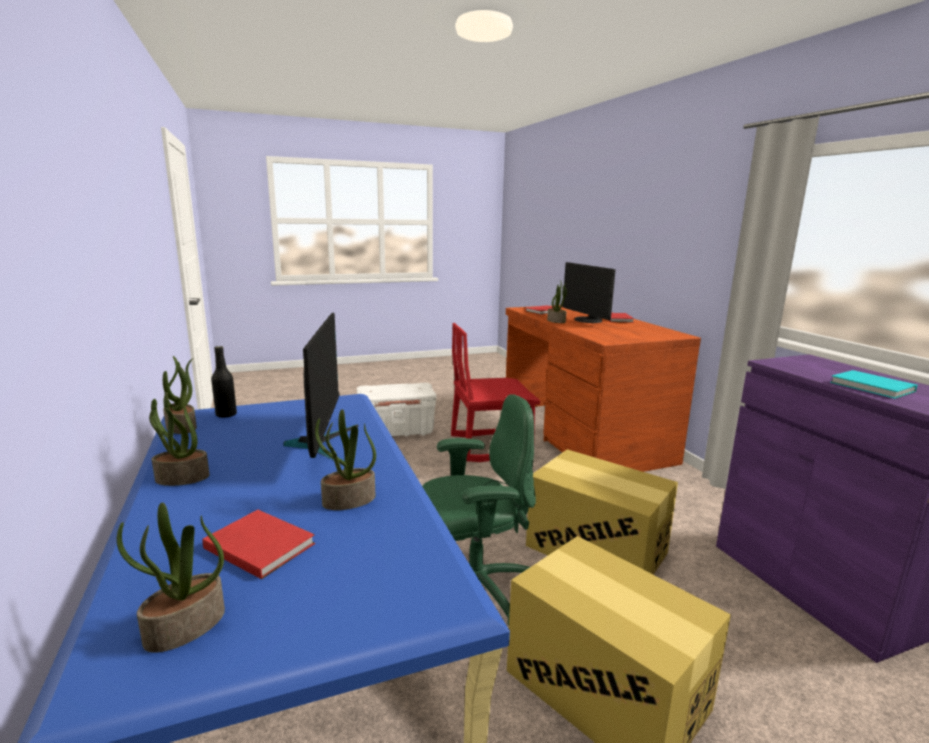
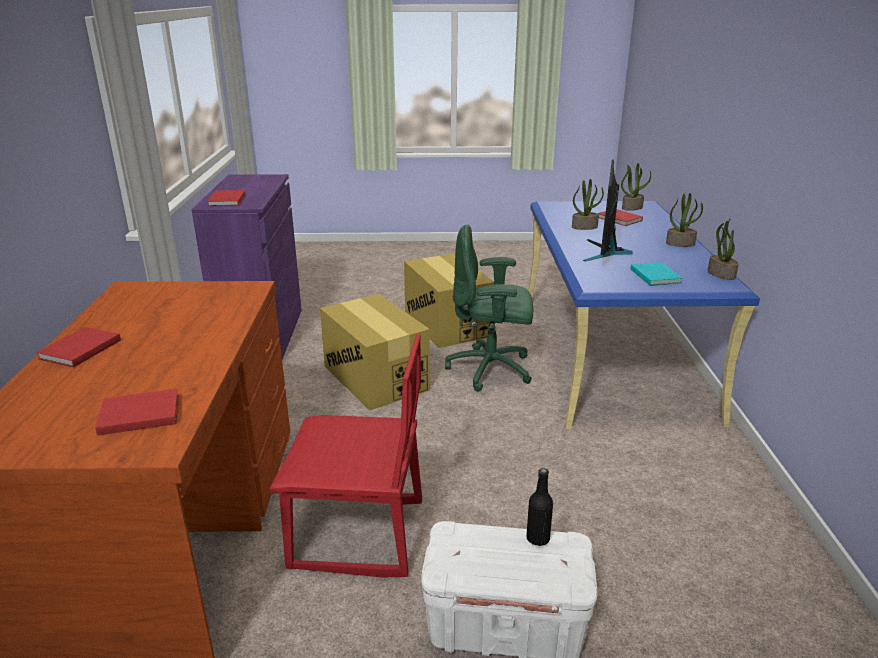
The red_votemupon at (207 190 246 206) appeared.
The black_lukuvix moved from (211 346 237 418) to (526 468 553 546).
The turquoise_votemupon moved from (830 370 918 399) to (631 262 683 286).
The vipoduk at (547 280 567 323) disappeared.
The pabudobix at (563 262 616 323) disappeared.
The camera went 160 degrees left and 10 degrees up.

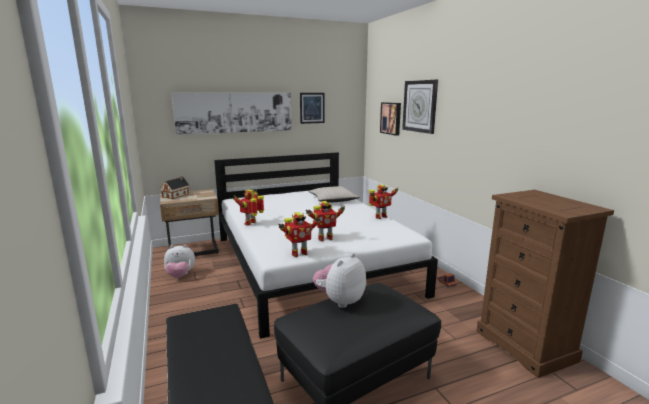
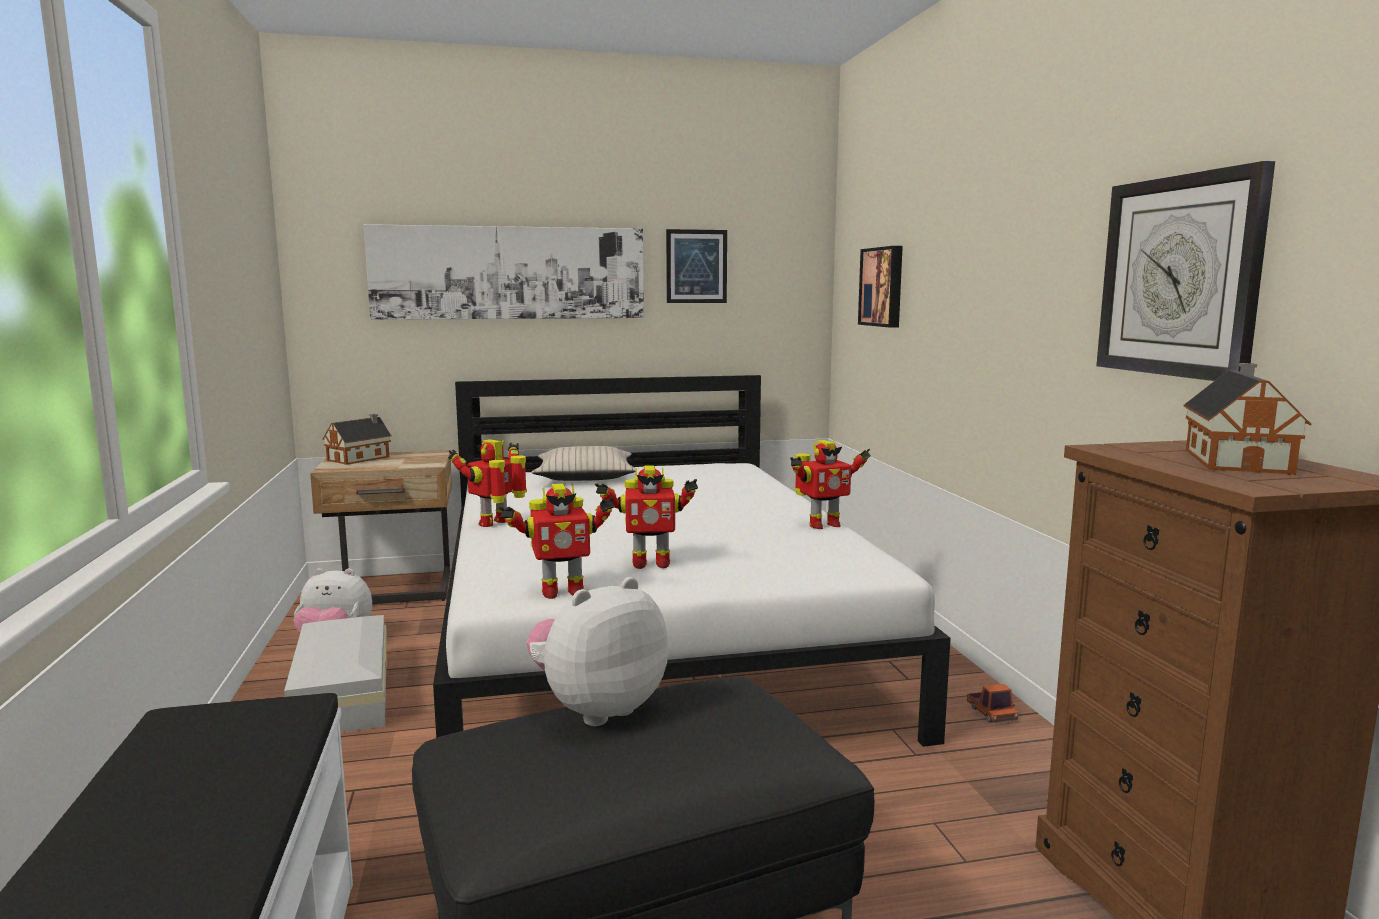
The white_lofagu at (284 615 387 733) appeared.
The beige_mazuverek moved from (309 186 360 203) to (532 446 636 481).
The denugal moved from (402 80 438 134) to (1096 161 1275 381).
The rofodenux at (1183 363 1311 475) appeared.
The camera went 10 degrees right and 5 degrees down.

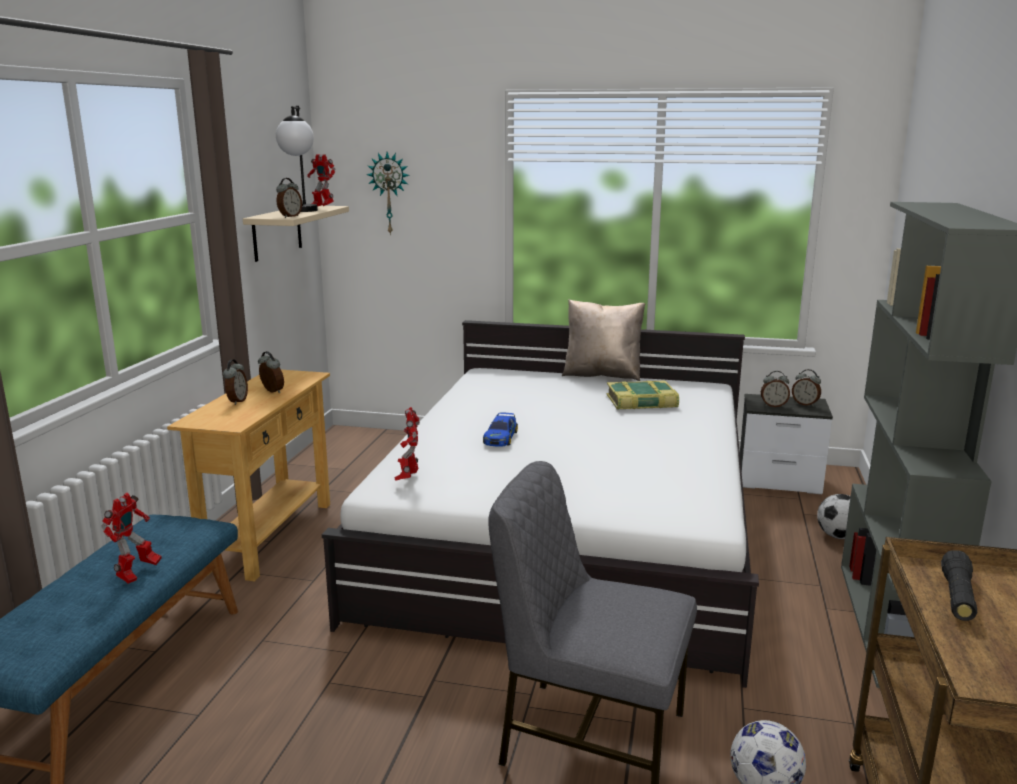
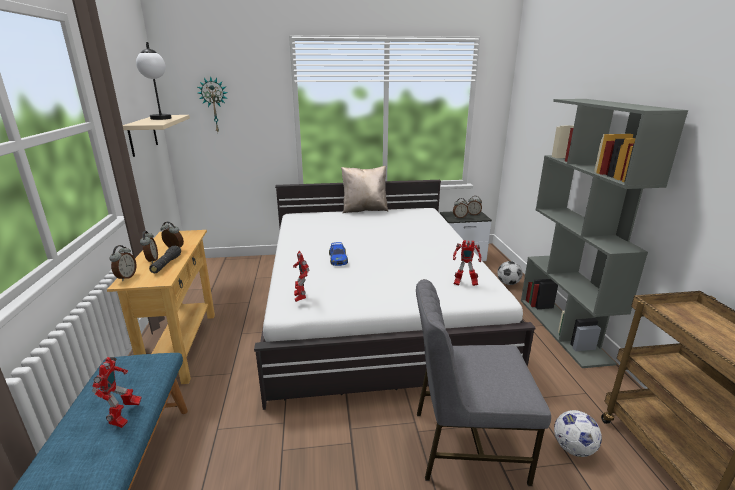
The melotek moved from (276 178 302 218) to (110 245 136 281).
The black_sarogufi moved from (941 550 977 621) to (149 246 181 273).
The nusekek moved from (307 154 336 207) to (453 240 481 286).
The votemupon at (606 380 679 409) disappeared.
The camera went 20 degrees left and 5 degrees up.

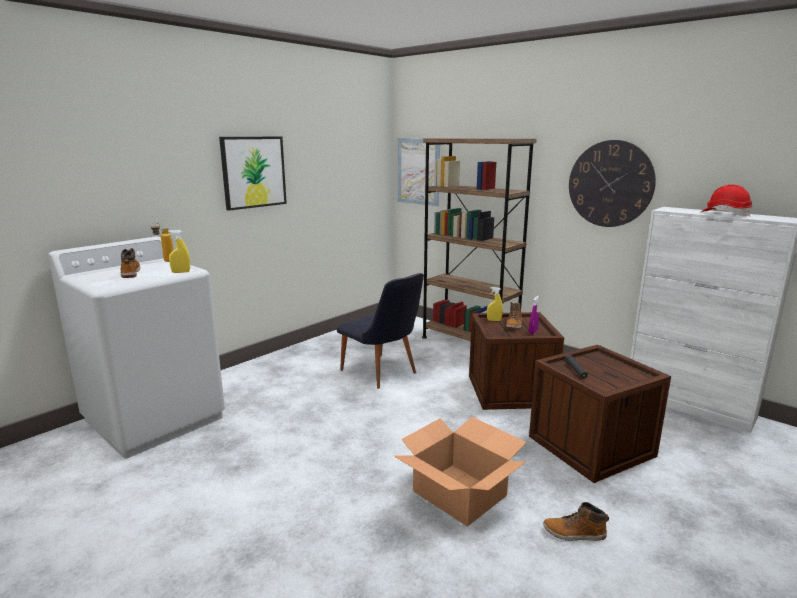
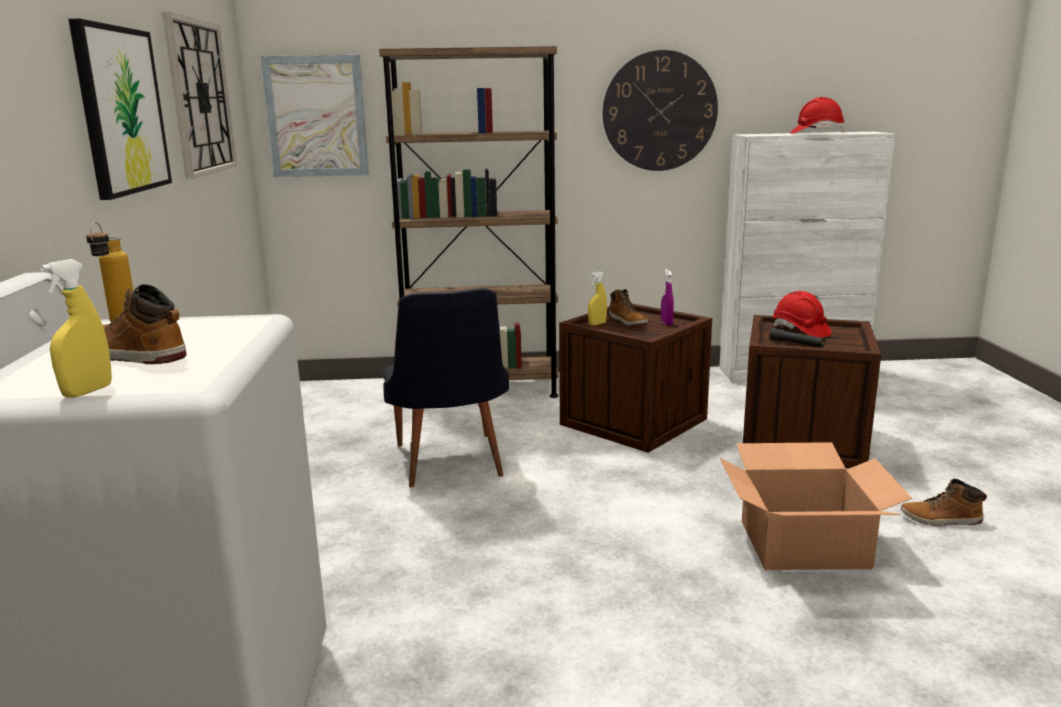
The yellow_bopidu moved from (168 230 190 273) to (40 259 112 398).
The denugal at (162 12 237 179) appeared.
The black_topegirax at (337 273 424 389) turned 75 degrees clockwise.
The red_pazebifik at (773 291 832 338) appeared.
The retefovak at (543 502 609 541) turned 45 degrees clockwise.
The camera went 45 degrees left and 0 degrees up.

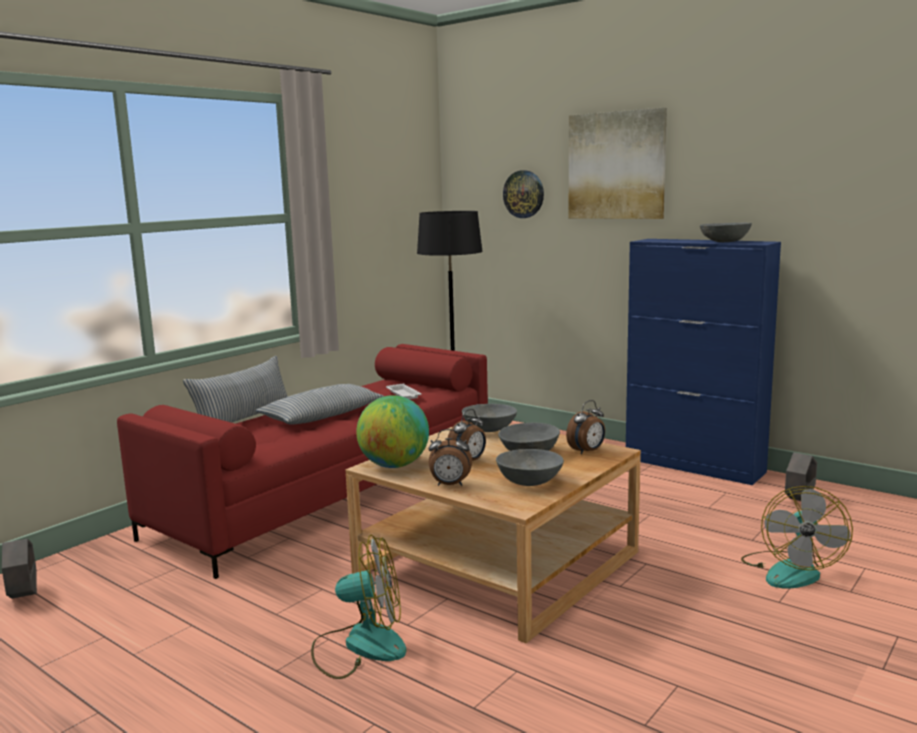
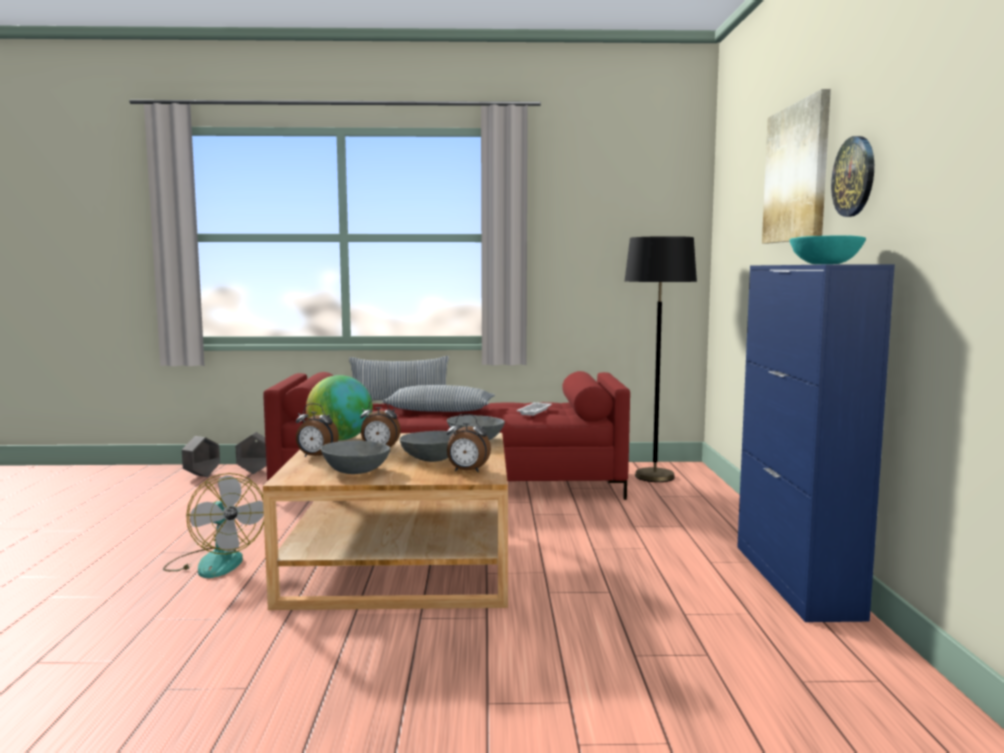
The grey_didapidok moved from (785 452 817 501) to (236 432 266 474).
The melotek at (429 429 472 486) turned 45 degrees counterclockwise.
The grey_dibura at (700 223 752 242) became the turquoise_dibura at (789 235 866 264).
The denugal moved from (503 170 544 218) to (831 136 874 217).
The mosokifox at (741 486 853 589) disappeared.
The camera went 50 degrees right and 5 degrees down.

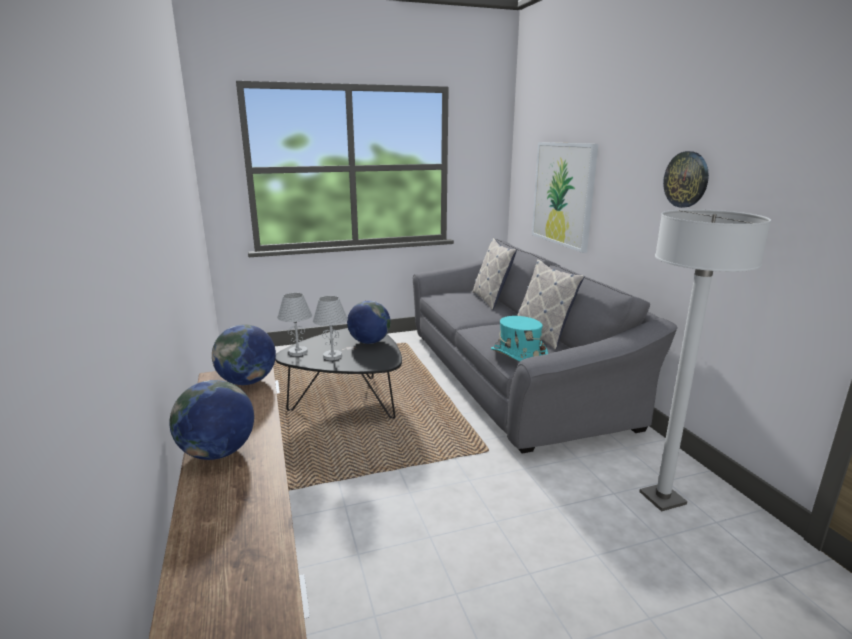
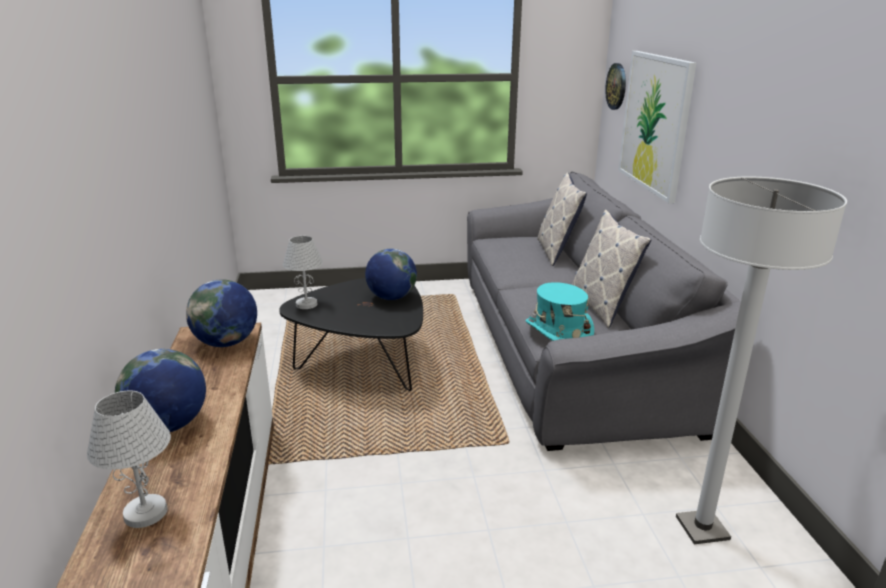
The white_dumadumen moved from (313 296 348 360) to (87 390 171 528).
The denugal moved from (663 151 709 208) to (605 63 626 110).
The camera went 10 degrees right and 5 degrees up.

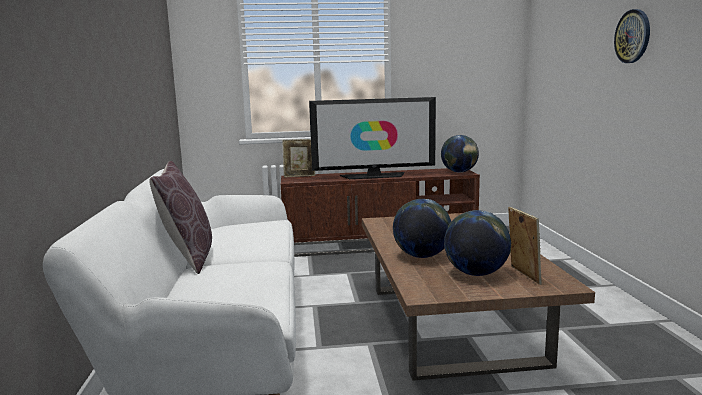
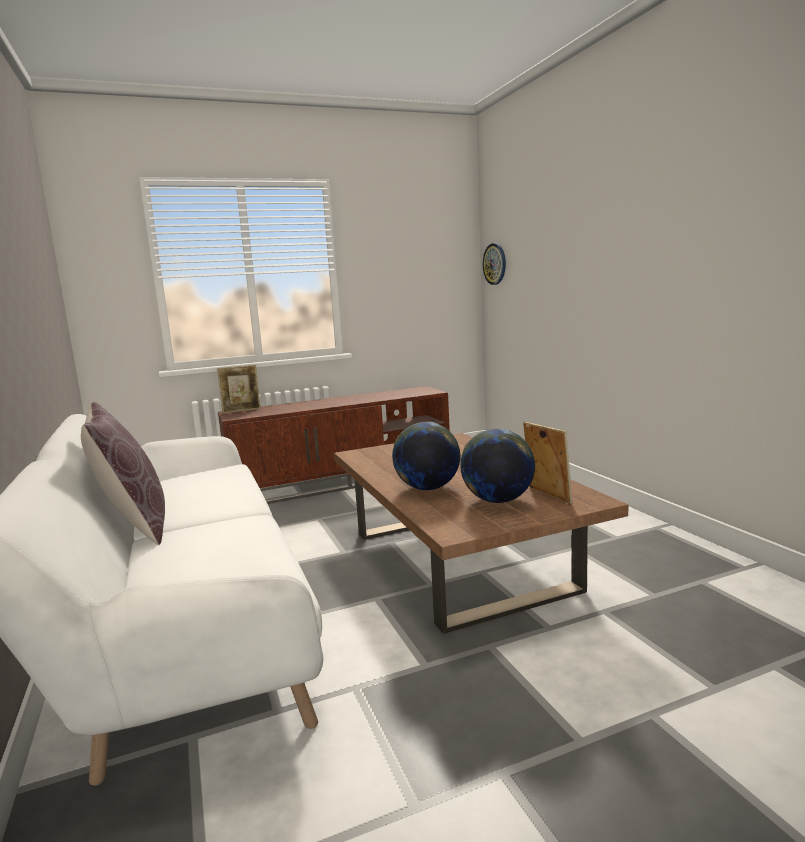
The denugal moved from (614 9 650 63) to (483 243 506 285).
The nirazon at (309 97 436 179) disappeared.
The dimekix at (441 135 479 173) disappeared.
The camera went 15 degrees left and 0 degrees up.

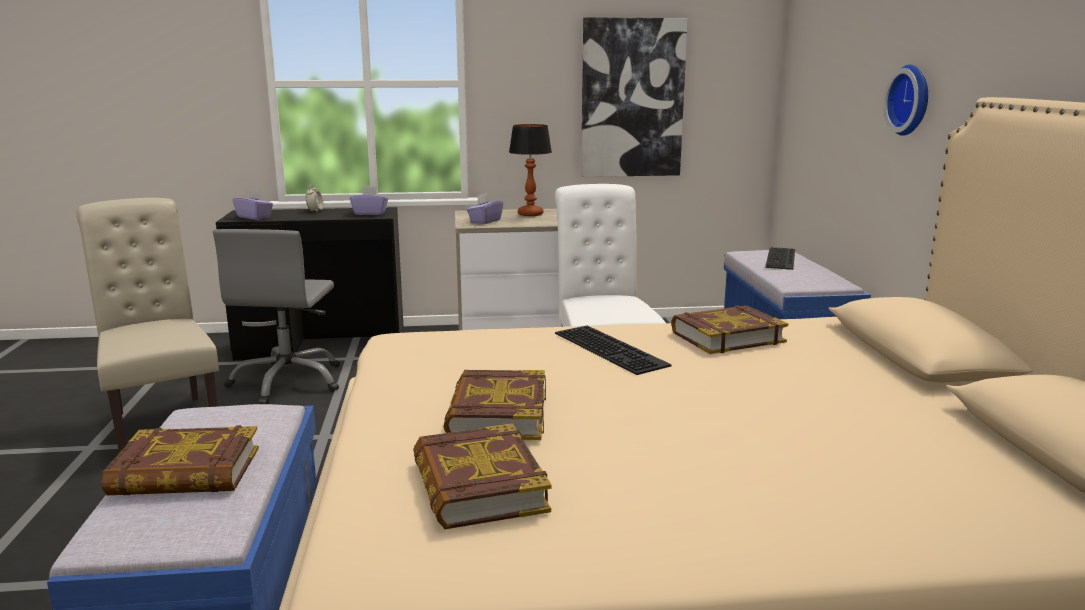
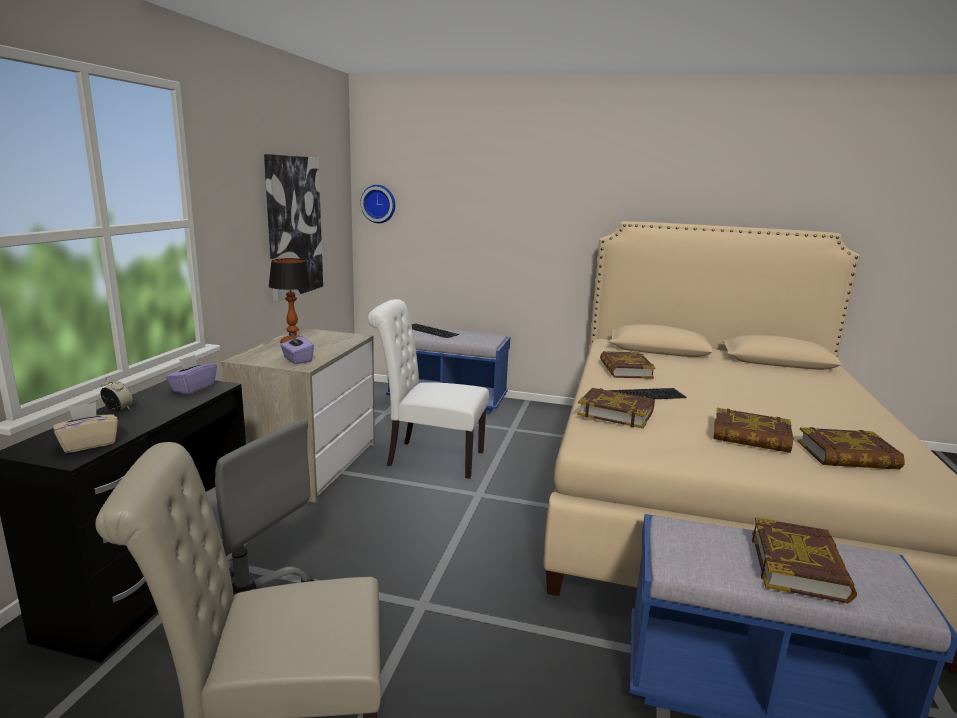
The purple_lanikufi at (233 189 273 220) became the beige_lanikufi at (53 402 118 453).
The denugal moved from (884 65 928 136) to (360 185 395 223).
The votemupon at (577 388 655 429) appeared.
The camera went 70 degrees left and 0 degrees up.

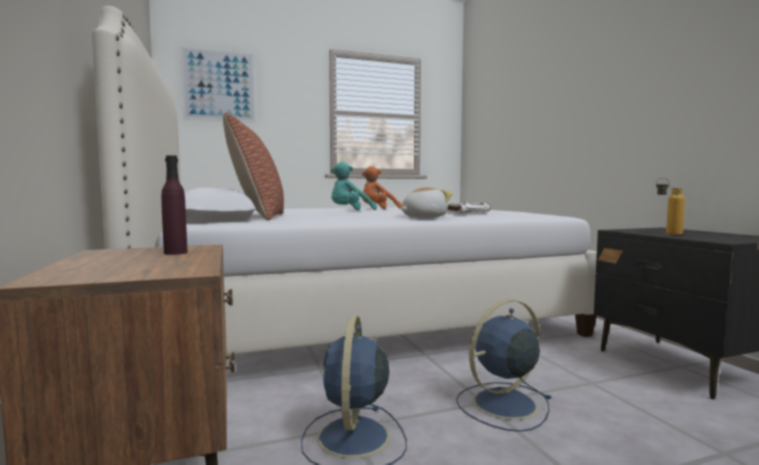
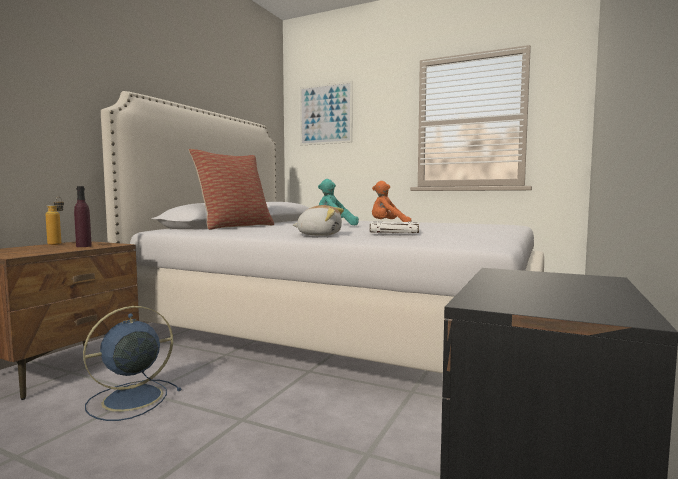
The lukuvix moved from (656 178 685 235) to (46 196 64 245).
The blue_mosokifox at (456 299 552 432) disappeared.
The camera went 45 degrees right and 0 degrees up.

